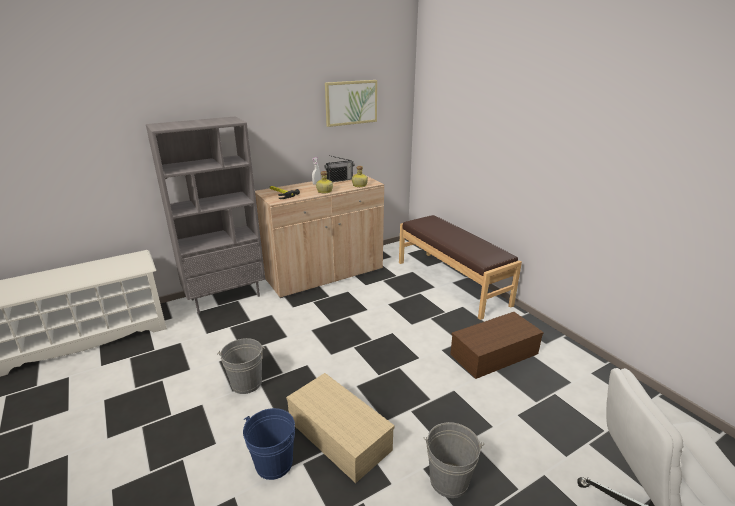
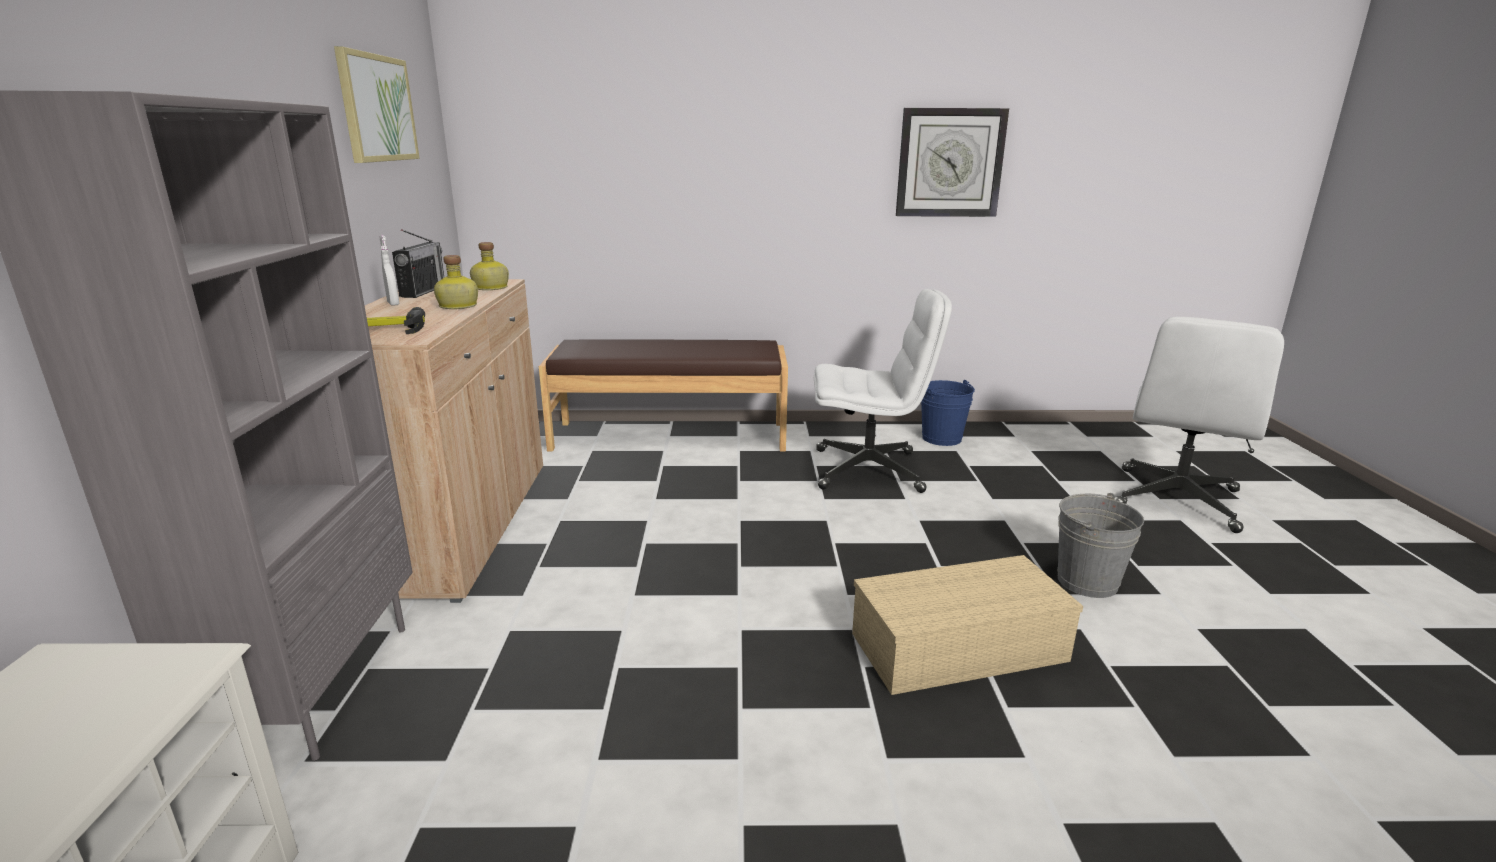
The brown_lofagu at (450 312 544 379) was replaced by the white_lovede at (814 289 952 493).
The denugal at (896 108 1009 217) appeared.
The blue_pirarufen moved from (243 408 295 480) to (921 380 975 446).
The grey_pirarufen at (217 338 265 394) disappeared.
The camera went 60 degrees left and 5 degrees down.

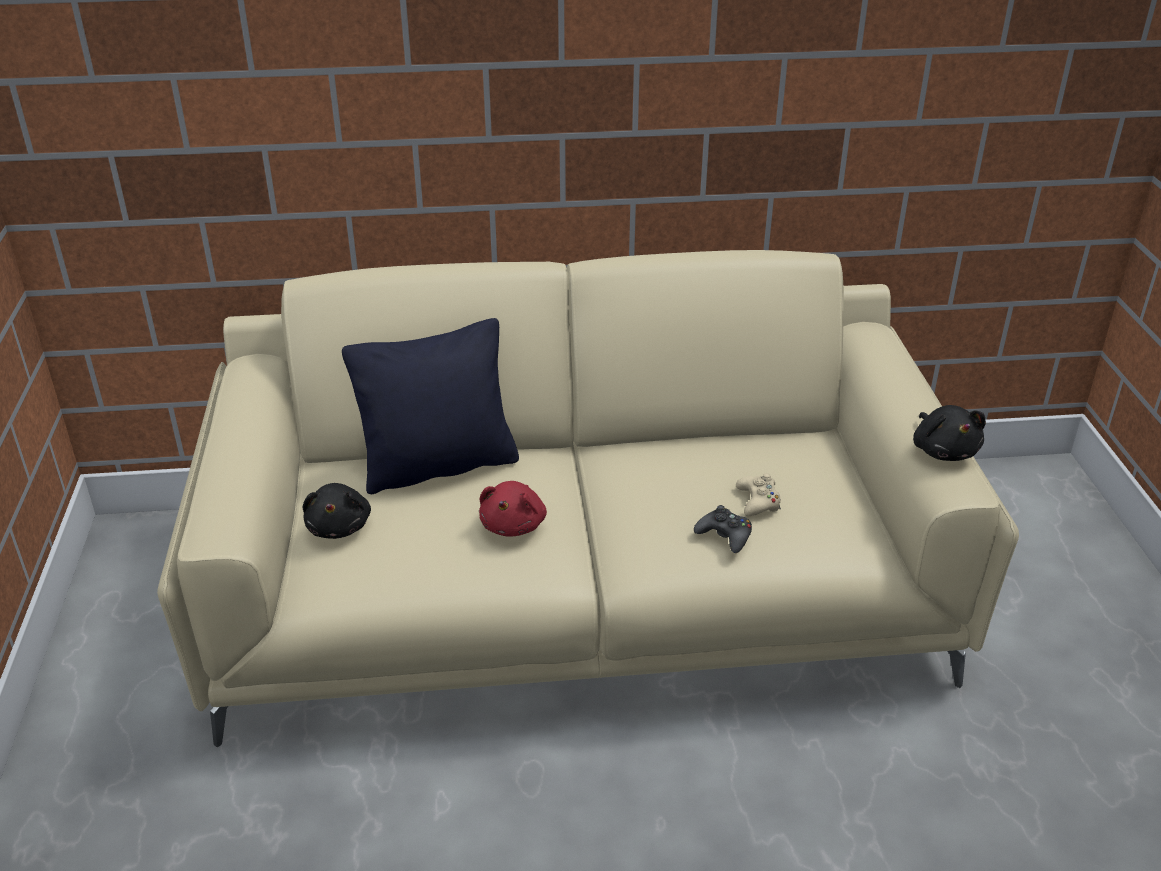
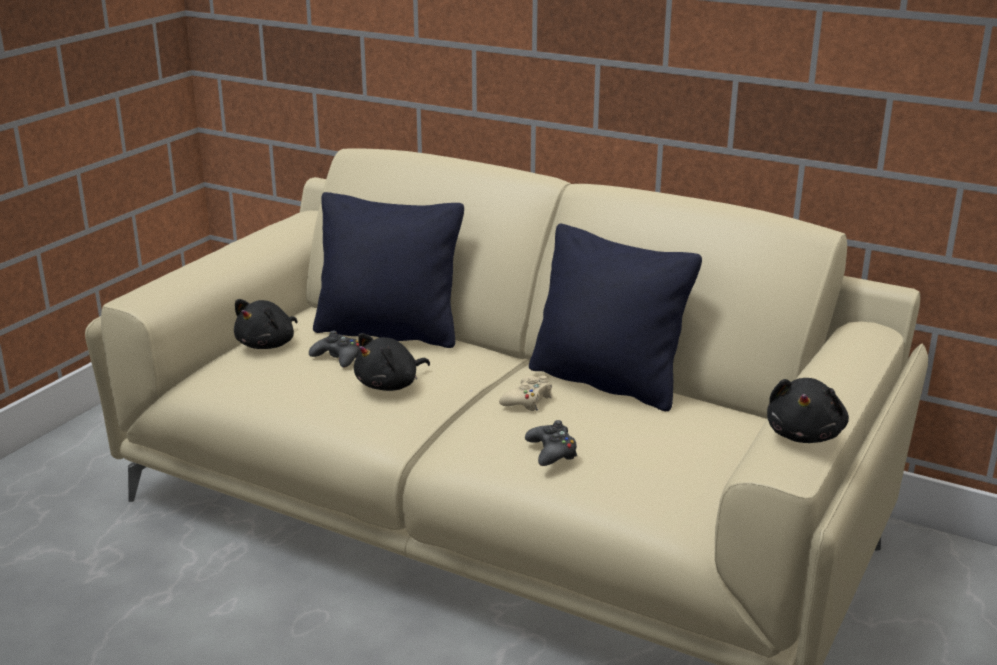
The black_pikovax at (309 331 361 368) appeared.
The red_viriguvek at (479 481 547 536) became the black_viriguvek at (354 333 430 391).
The beige_pikovax moved from (736 473 781 516) to (499 376 552 411).
The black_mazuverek at (529 224 702 411) appeared.
The camera went 35 degrees right and 10 degrees down.

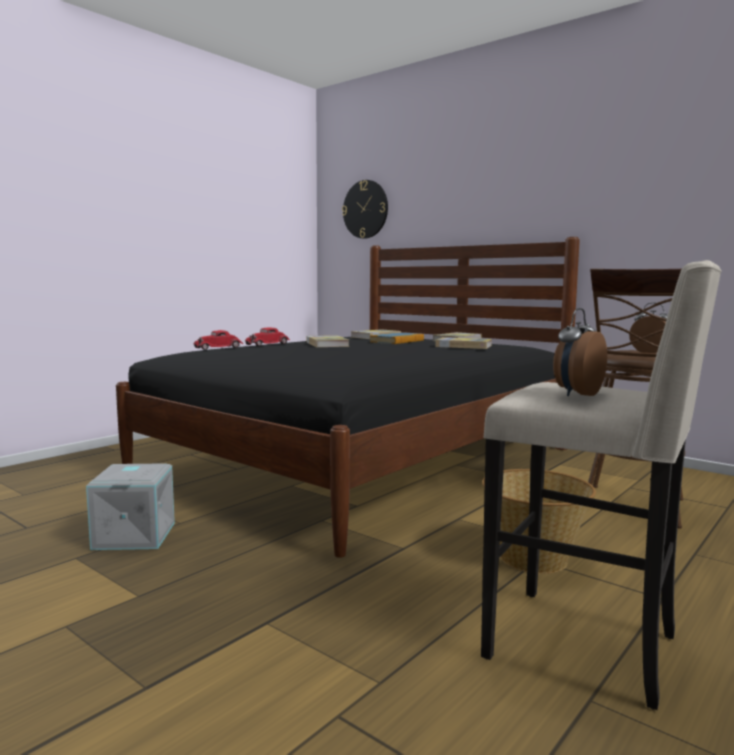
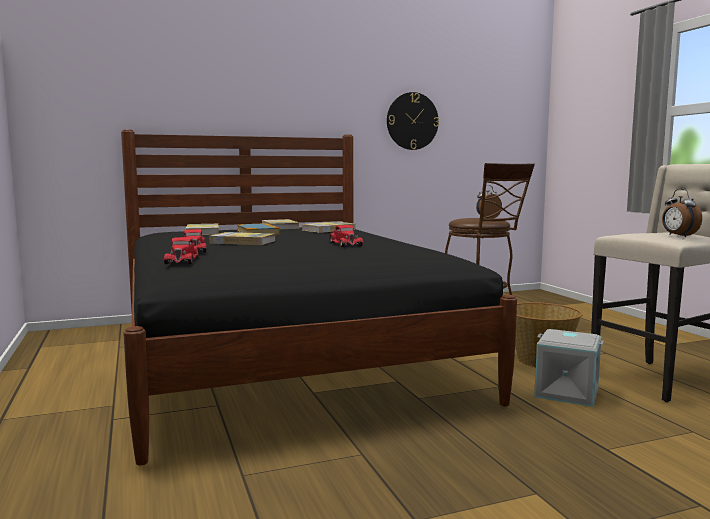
The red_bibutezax at (329 225 363 247) appeared.
The denugal moved from (342 180 388 239) to (387 92 439 150).
The grey_lofagu moved from (86 463 175 550) to (534 329 604 407).
The camera went 60 degrees left and 0 degrees up.

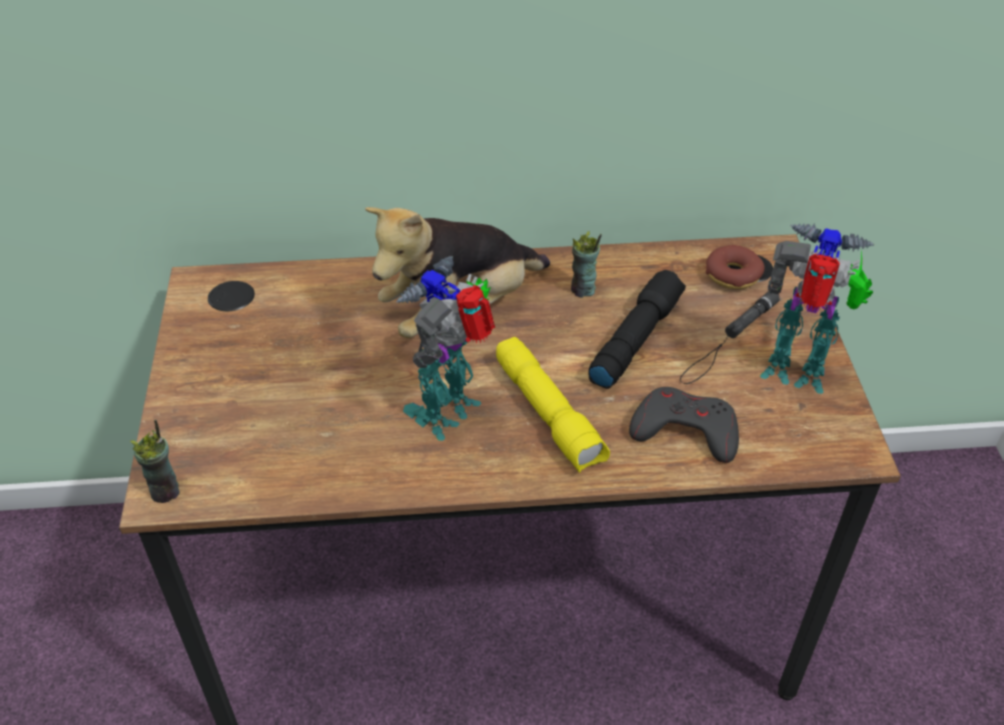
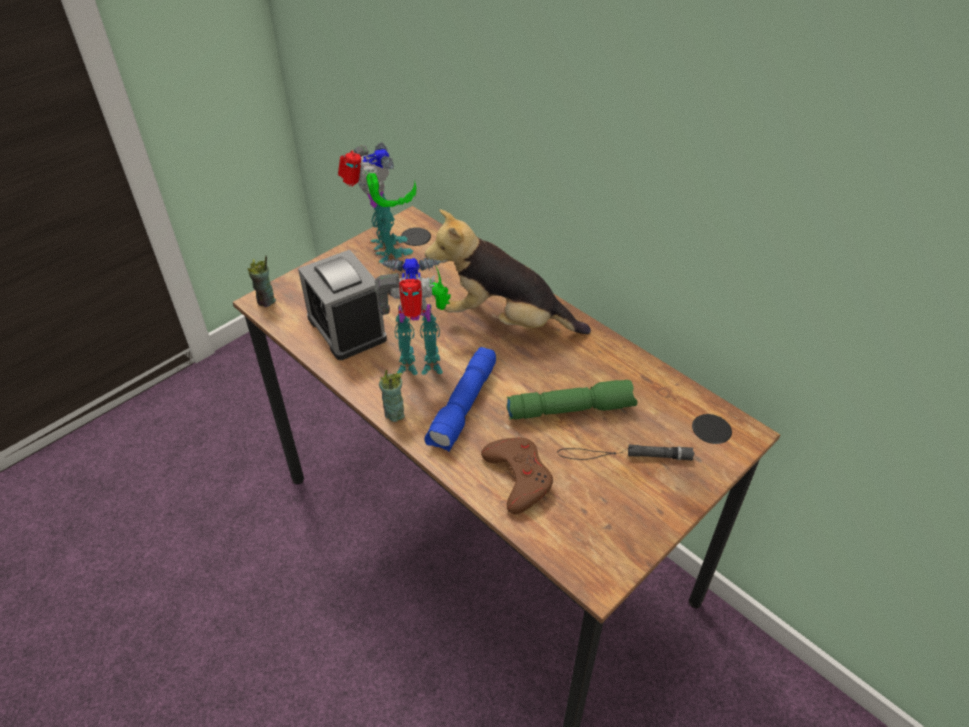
The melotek at (298 249 387 360) appeared.
The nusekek moved from (760 223 874 394) to (338 142 417 263).
The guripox moved from (571 231 602 298) to (379 370 405 422).
The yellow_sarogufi at (496 337 610 473) became the blue_sarogufi at (424 347 496 452).
The grey_pikovax at (629 387 739 463) became the brown_pikovax at (481 438 553 514).
The black_sarogufi at (589 270 686 389) became the green_sarogufi at (506 380 638 419).
The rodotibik at (706 245 764 289) disappeared.
The camera went 50 degrees right and 0 degrees up.

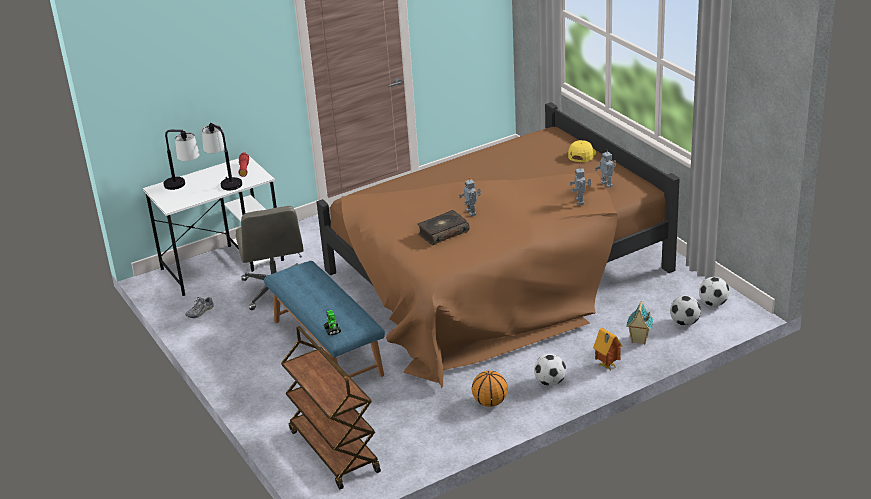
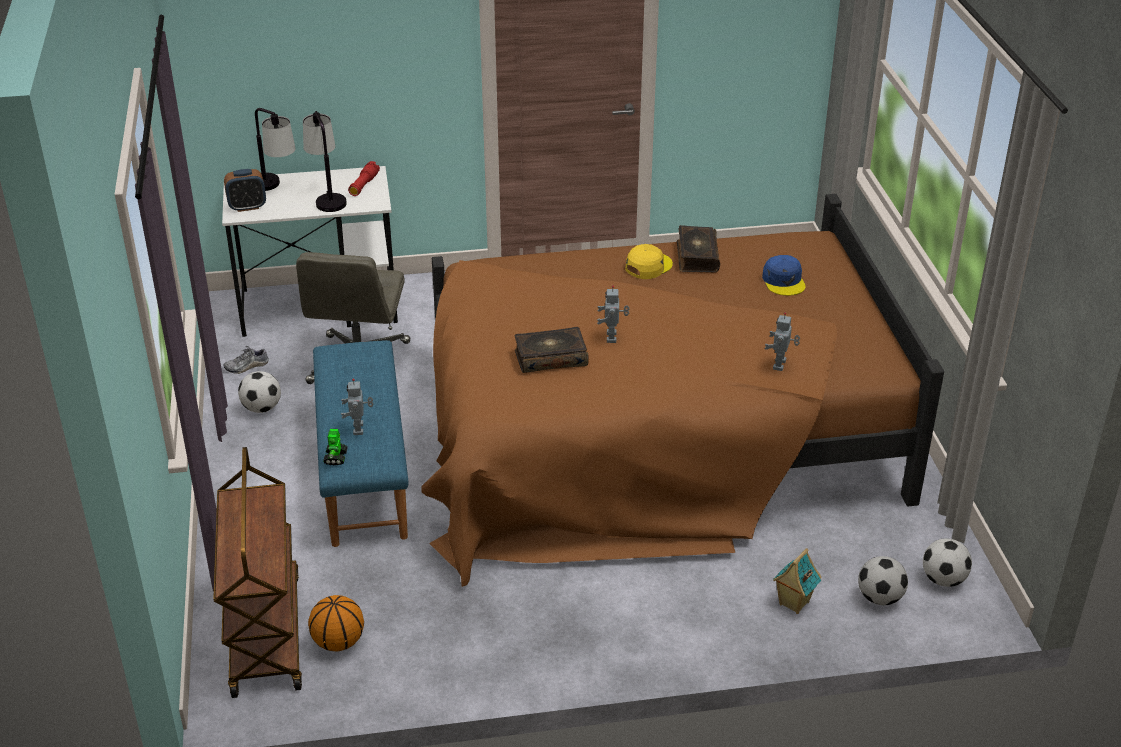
The melotek at (224 169 266 212) appeared.
The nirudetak moved from (534 354 566 386) to (238 371 281 413).
The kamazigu moved from (472 371 508 407) to (308 595 364 651).
The nusekek moved from (595 149 616 188) to (341 378 373 435).
The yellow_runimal moved from (568 140 596 162) to (625 244 673 279).
The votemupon at (677 225 720 273) appeared.
The blue_runimal at (762 255 806 296) appeared.
The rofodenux at (593 328 623 370) disappeared.
The camera went 20 degrees right and 5 degrees up.

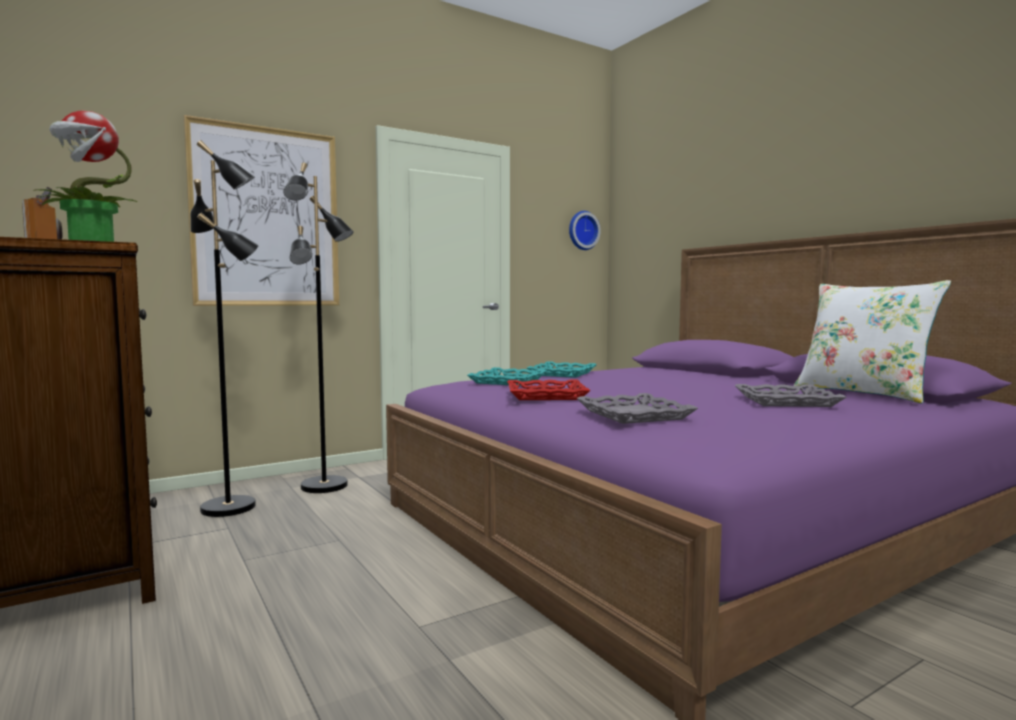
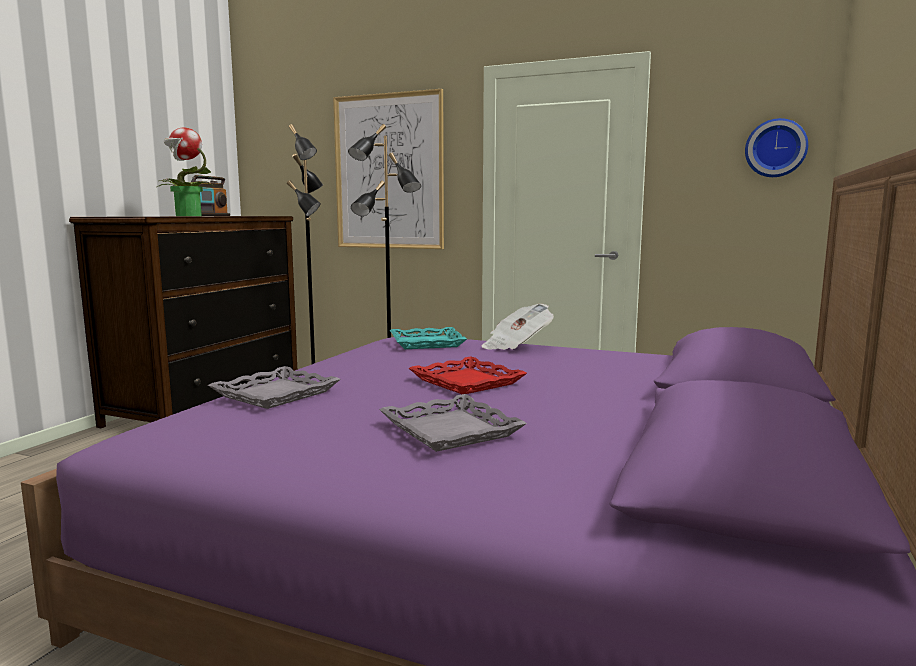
The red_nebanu moved from (507 380 591 400) to (409 356 527 394).
The turquoise_nebanu at (527 361 597 378) was replaced by the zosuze at (482 304 554 350).
The white_mazuverek at (794 280 951 403) disappeared.
The camera went 55 degrees right and 5 degrees up.

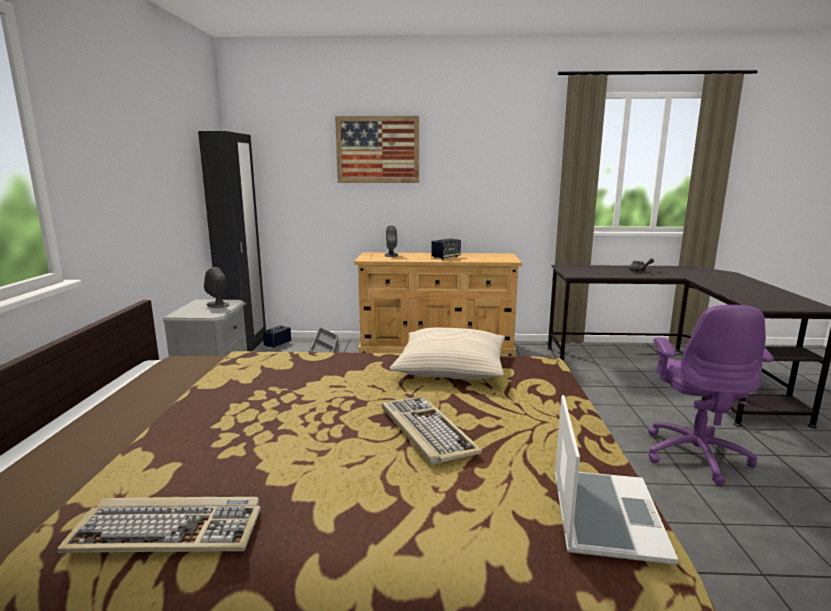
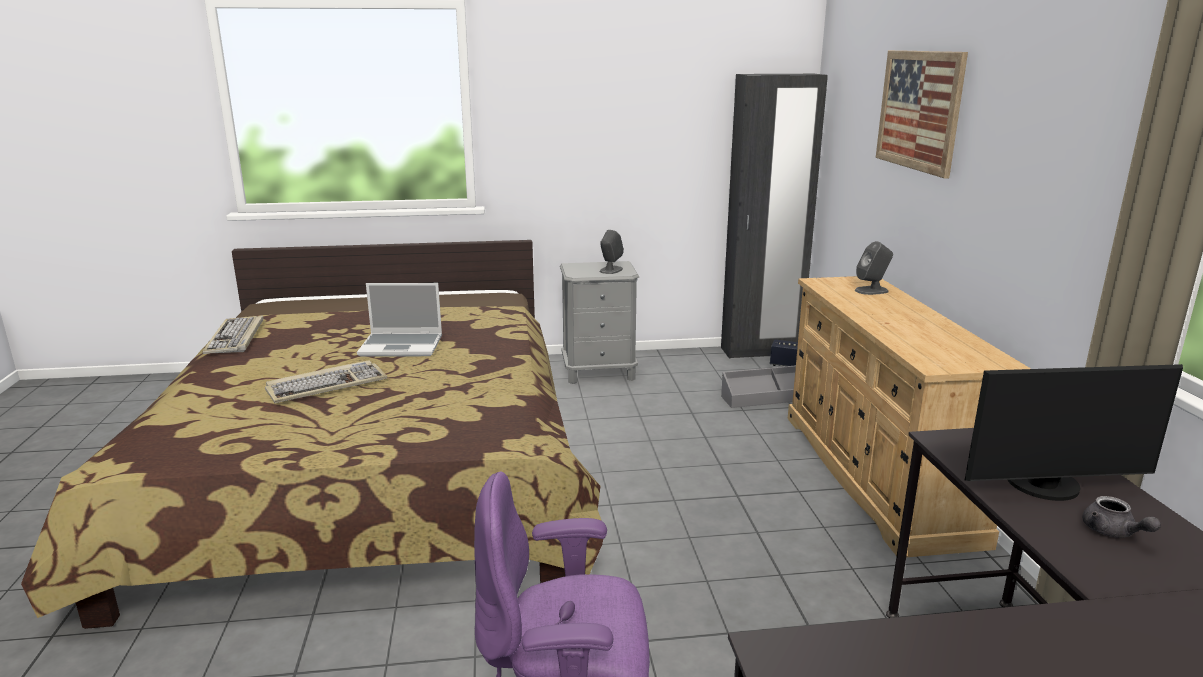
The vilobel moved from (555 395 679 565) to (357 283 442 357).
The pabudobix at (965 364 1183 501) appeared.
The beige_mazuverek at (390 328 505 380) disappeared.
The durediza at (432 238 461 259) disappeared.
The camera went 80 degrees right and 5 degrees up.

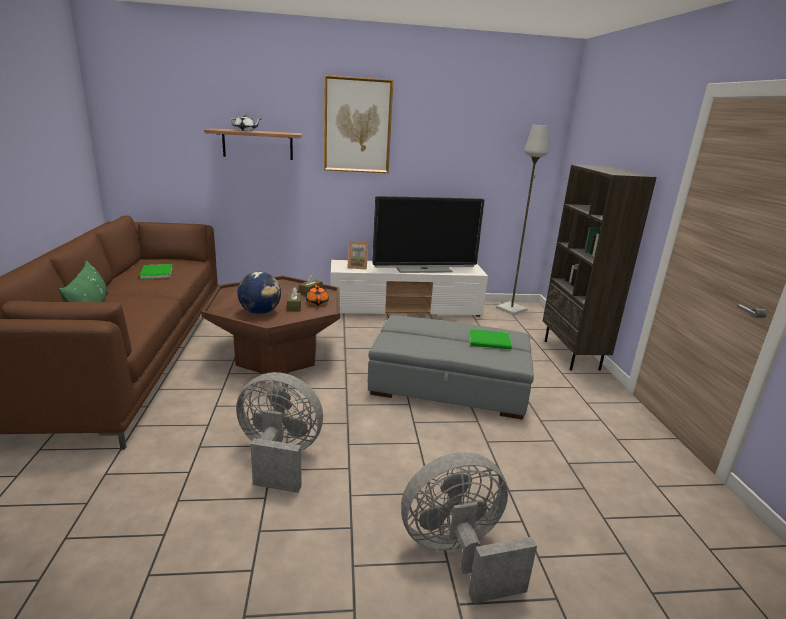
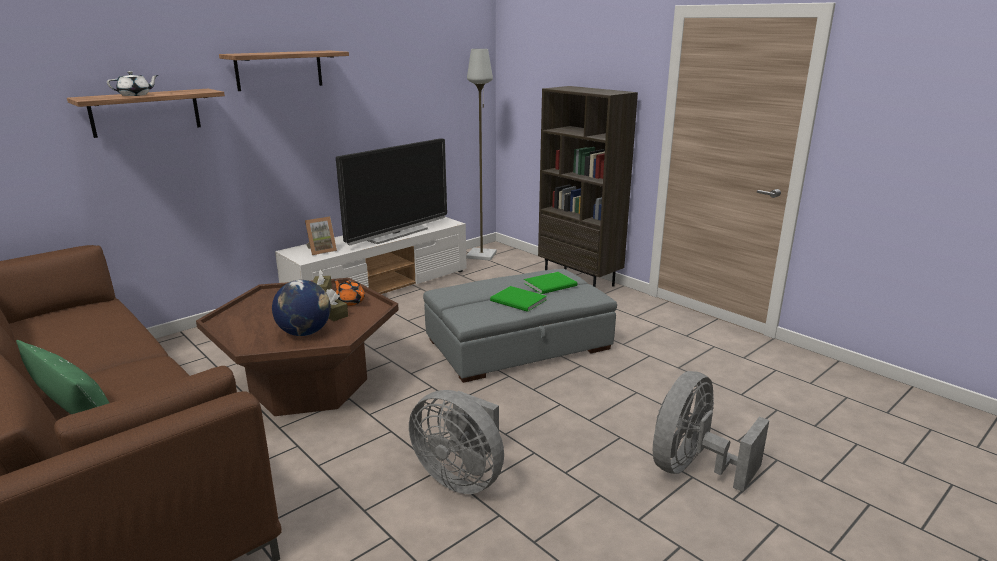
The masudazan at (324 75 393 173) was replaced by the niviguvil at (219 51 349 91).
The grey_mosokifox at (236 372 323 493) turned 120 degrees counterclockwise.
The green_votemupon moved from (139 264 173 279) to (490 286 547 312).
The camera went 35 degrees left and 0 degrees up.

